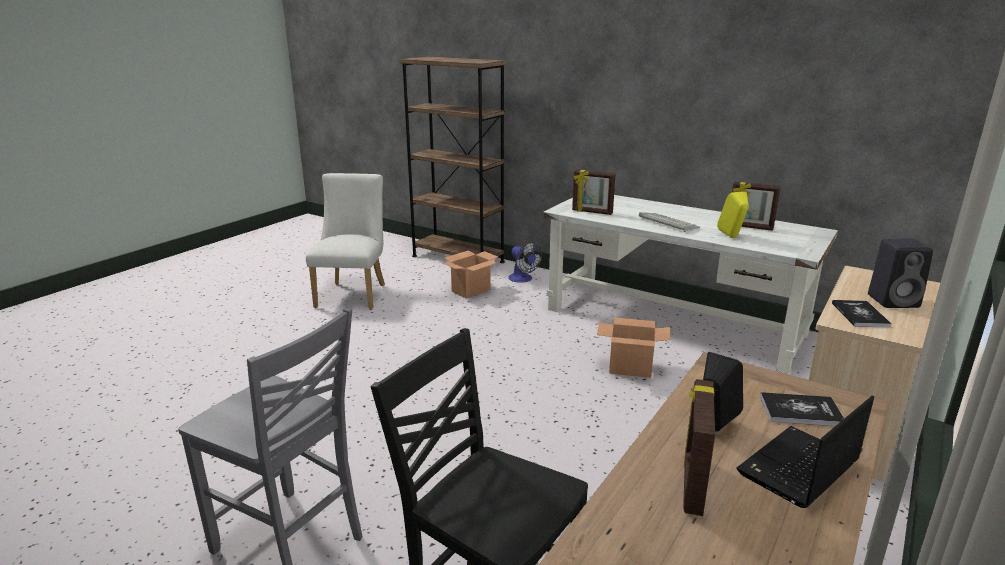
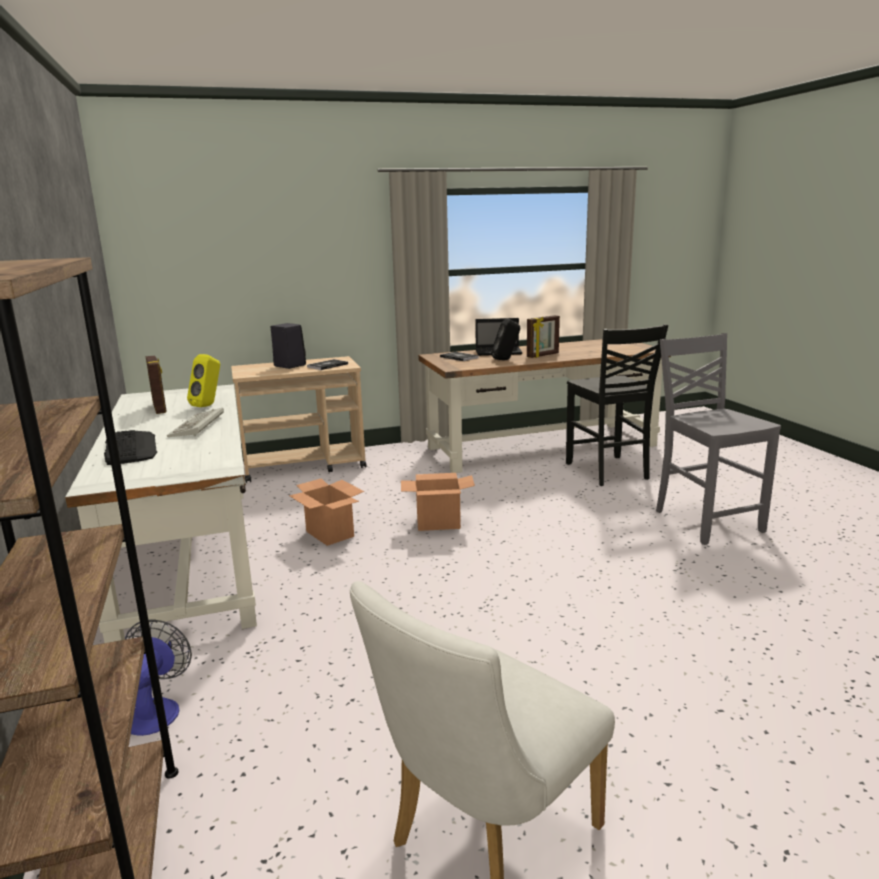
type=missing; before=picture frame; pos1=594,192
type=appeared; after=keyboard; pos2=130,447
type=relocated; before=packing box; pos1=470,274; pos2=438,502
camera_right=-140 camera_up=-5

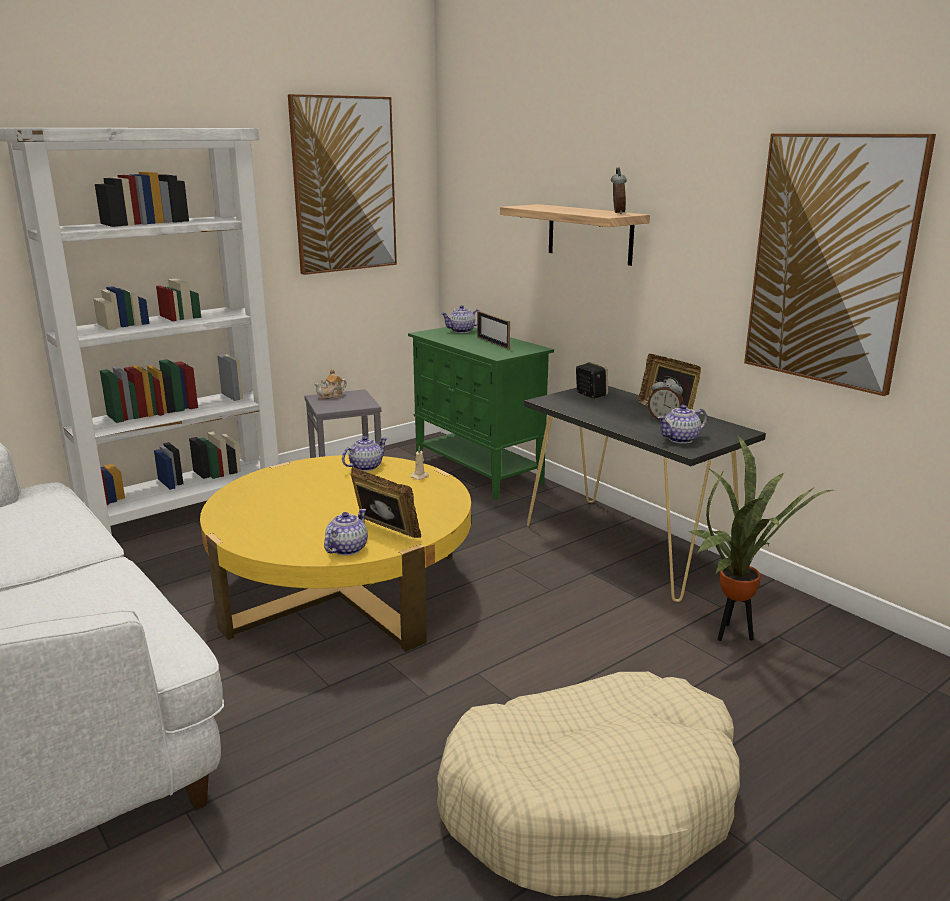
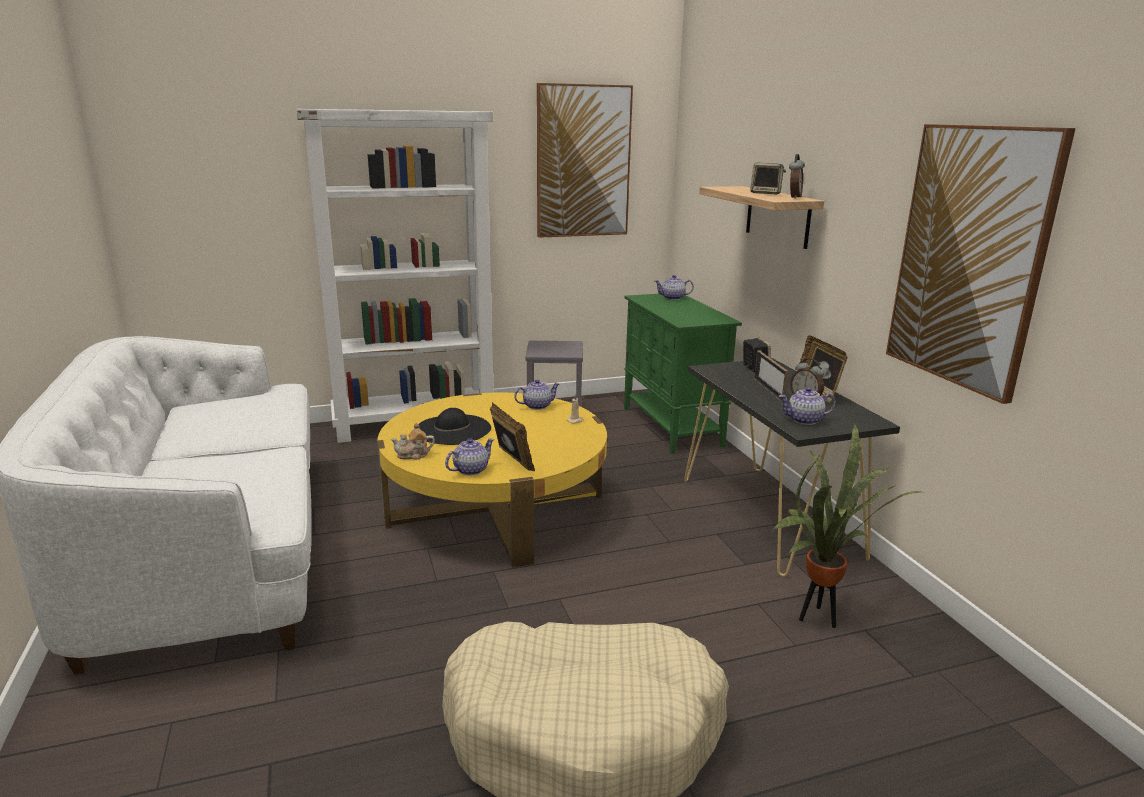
type=appeared; after=wearable hat/black; pos2=455,426
type=appeared; after=audio speaker; pos2=768,178
type=relocated; before=pot for tea; pos1=330,384; pos2=413,441
type=relocated; before=picture frame; pos1=493,330; pos2=771,376
camera_right=20 camera_up=0

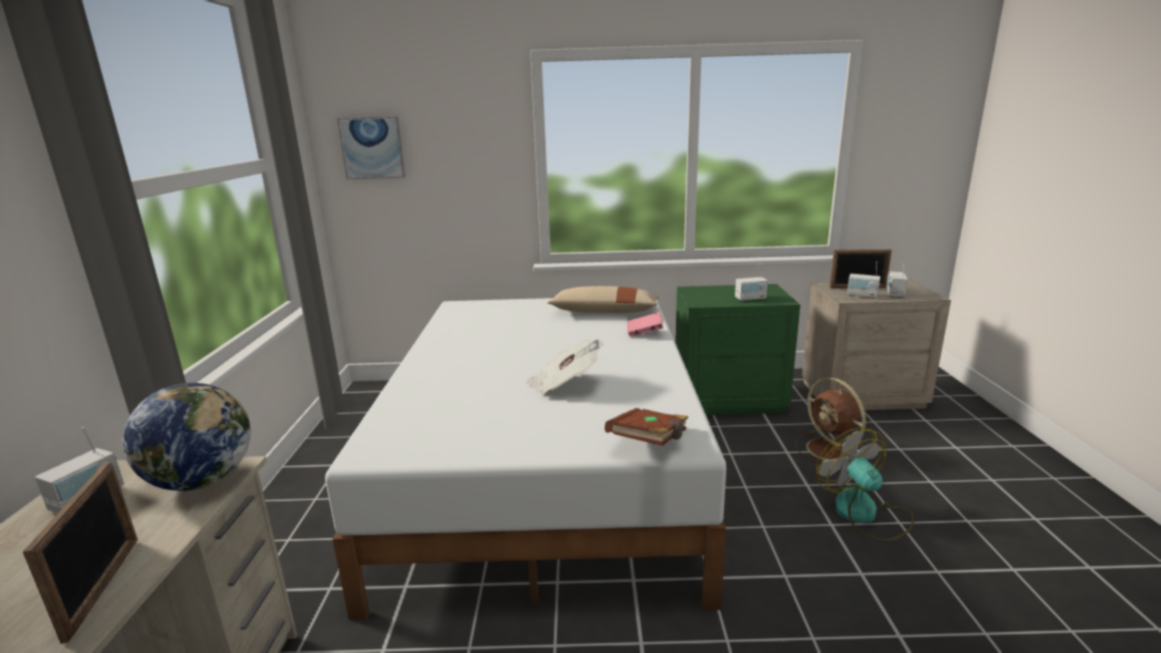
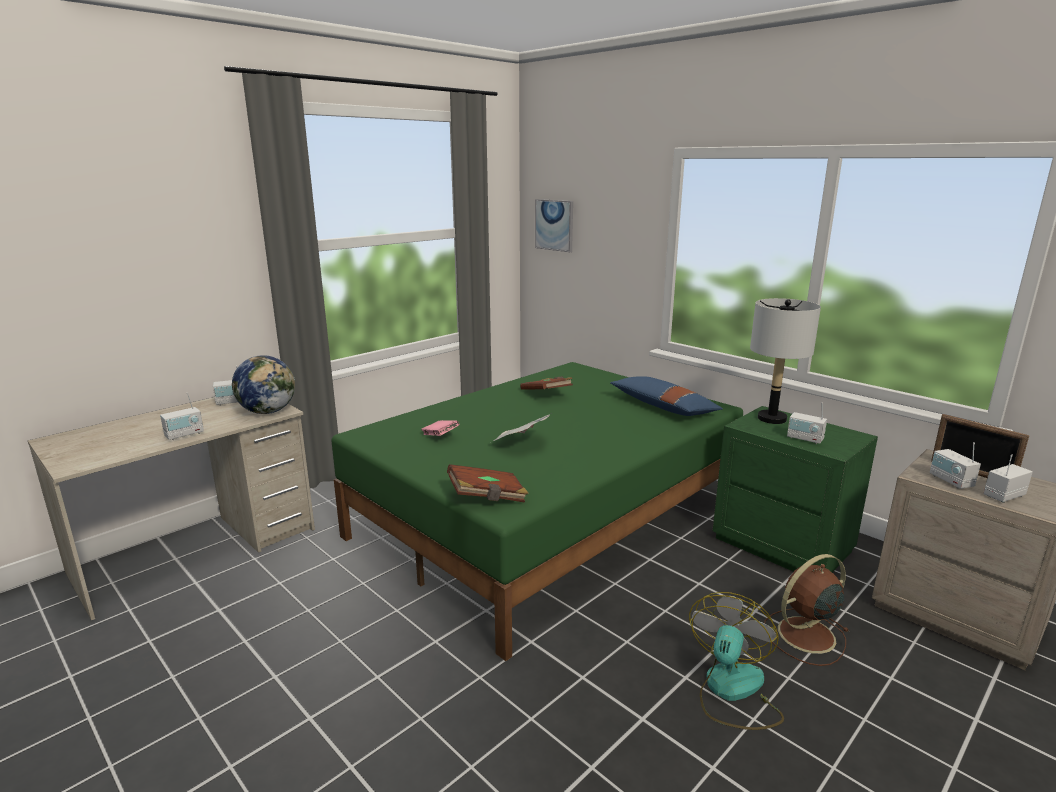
type=appeared; after=volume/brown; pos2=546,383
type=appeared; after=table lamp/grey; pos2=785,361
type=relocated; before=volume/pink; pos1=645,324; pos2=440,428
type=exchanged; before=picture frame; after=radio receiver; pos1=80,553; pos2=182,416
type=colour; before=sleeping bed/whitish; after=sleeping bed/greenish; pos1=525,459; pos2=537,511
type=colour; before=cushion/sand-coloured; after=cushion/bluish; pos1=603,299; pos2=666,396
type=spun; before=cooling fan/brown; pos1=832,423; pos2=806,610; turn=45
camera_right=45 camera_up=0

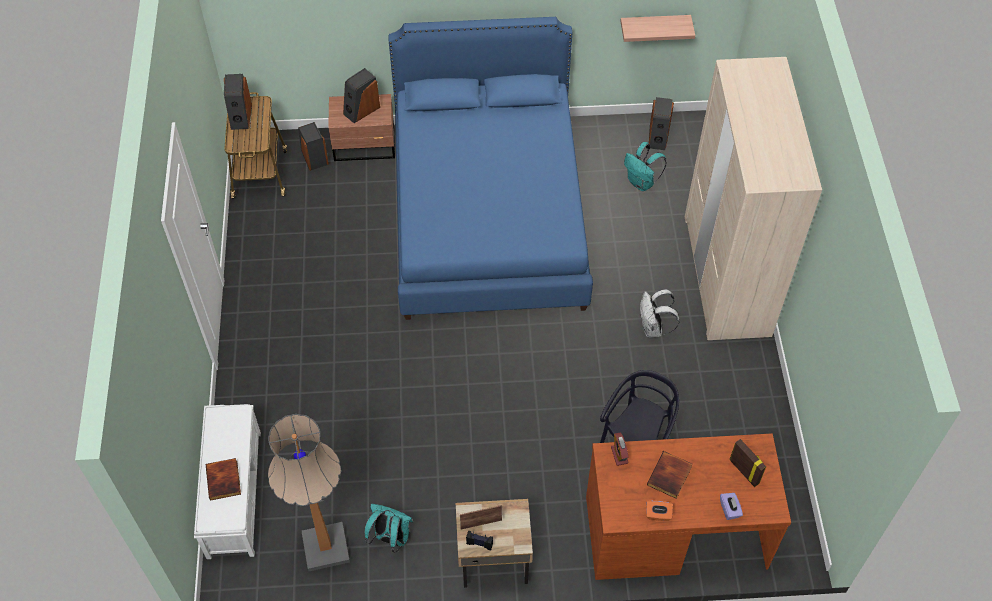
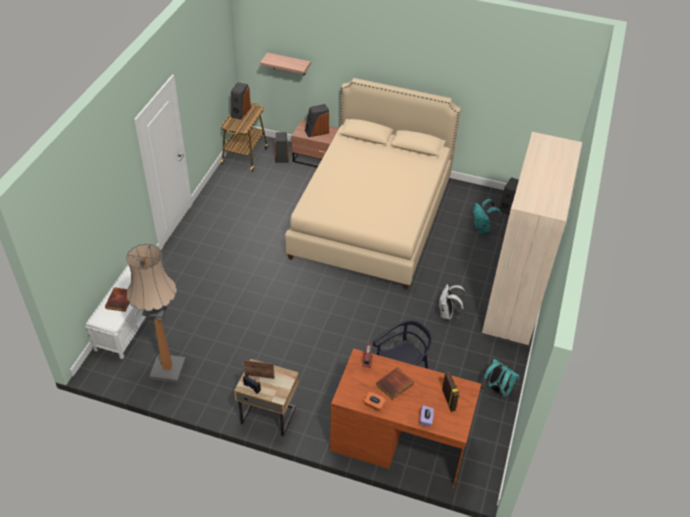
type=relocated; before=knapsack/turquoise-coloured; pos1=388,528; pos2=501,378
type=relocated; before=wall shelf; pos1=657,28; pos2=285,64
type=colour; before=sleeping bed/bluish; after=sleeping bed/sand-coloured; pos1=490,168; pos2=373,184
camera_right=20 camera_up=-10

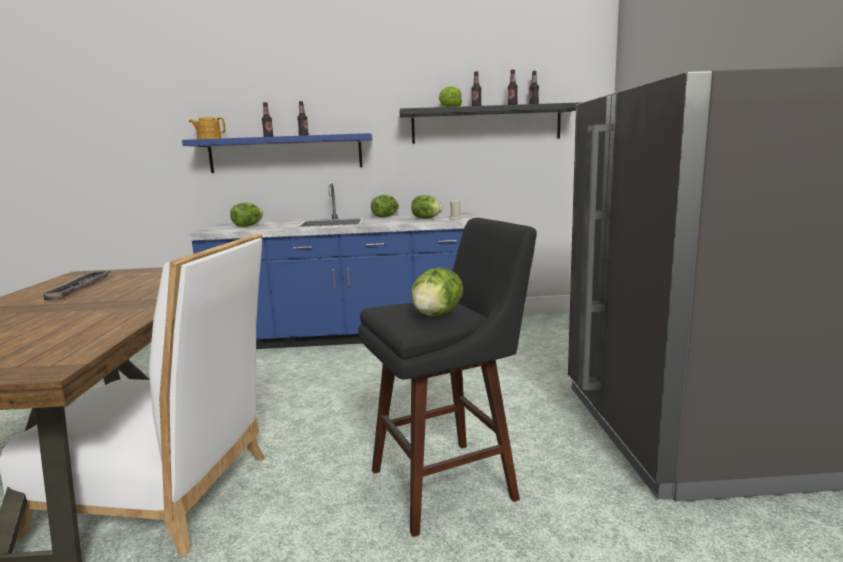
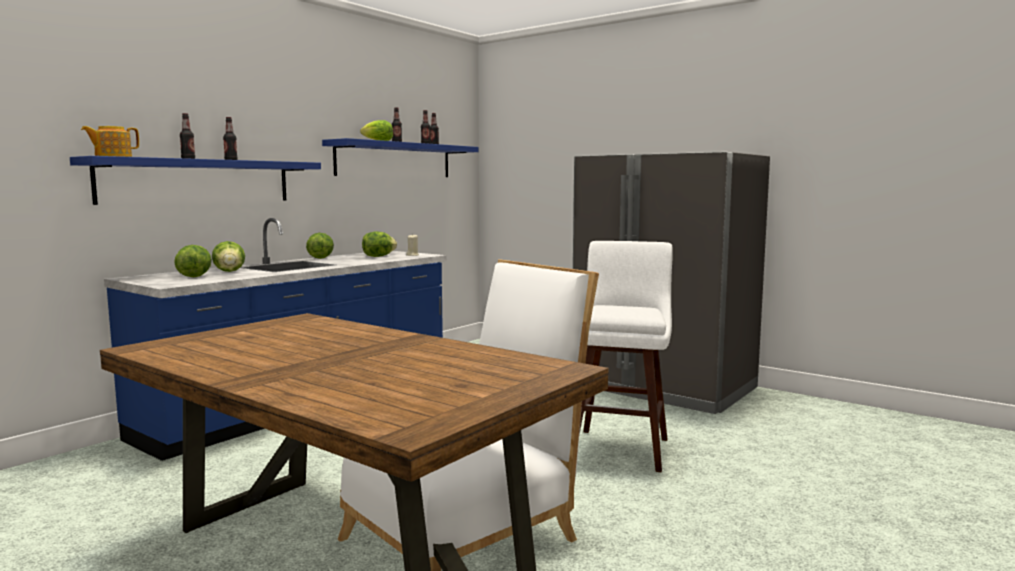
type=missing; before=serving tray; pos1=75,285
type=relocated; before=head of lettuce; pos1=437,292; pos2=228,256
type=colour; before=stool seat/black; after=stool seat/whitish; pos1=447,377; pos2=626,356
type=colour; before=wall shelf/black; after=wall shelf/bluish; pos1=491,123; pos2=400,157
camera_right=-50 camera_up=-5

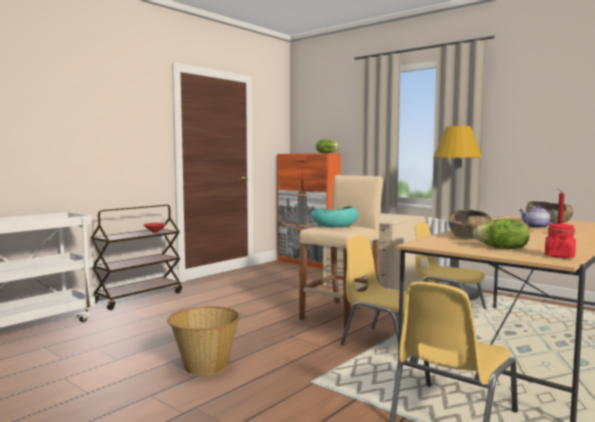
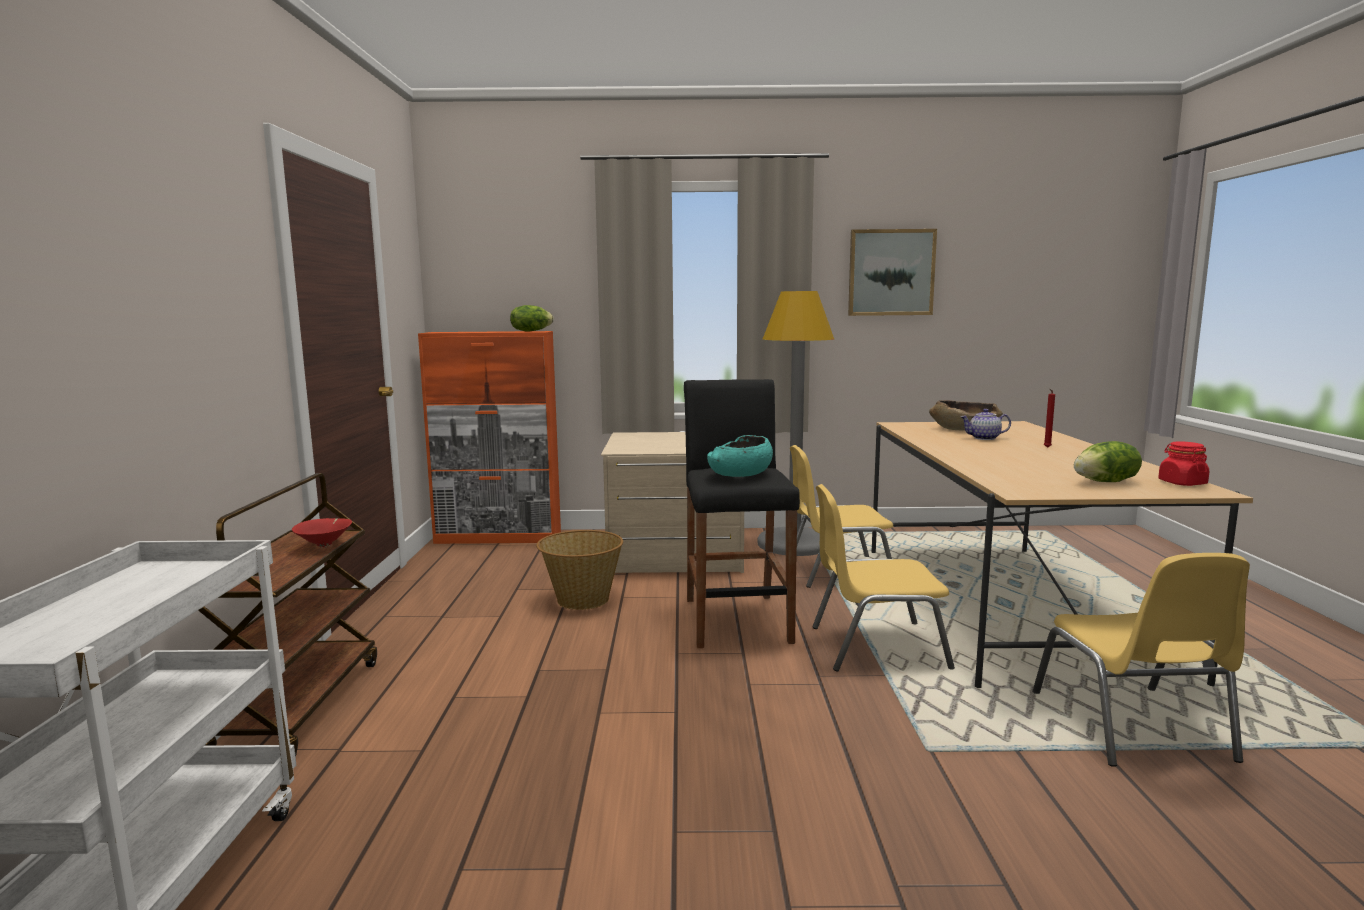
type=missing; before=serving bowl/brown; pos1=470,224
type=appeared; after=wall picture; pos2=892,272
type=relocated; before=basket; pos1=203,340; pos2=579,570
type=colour; before=stool seat/sand-coloured; after=stool seat/black; pos1=341,252; pos2=742,513
camera_right=-40 camera_up=5

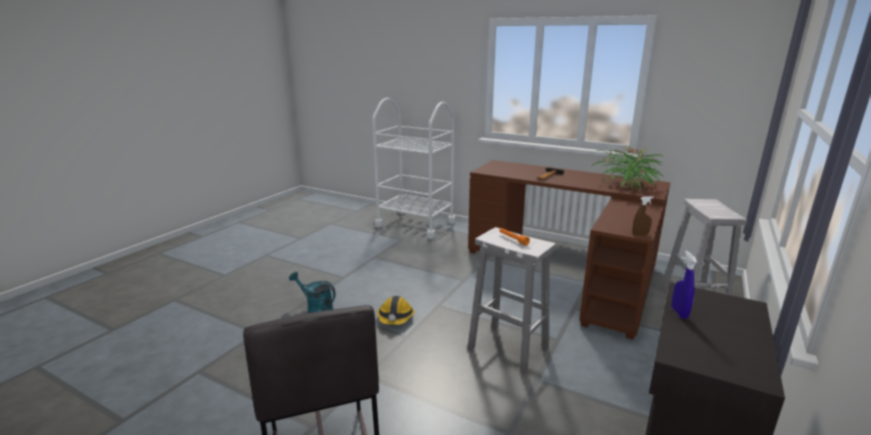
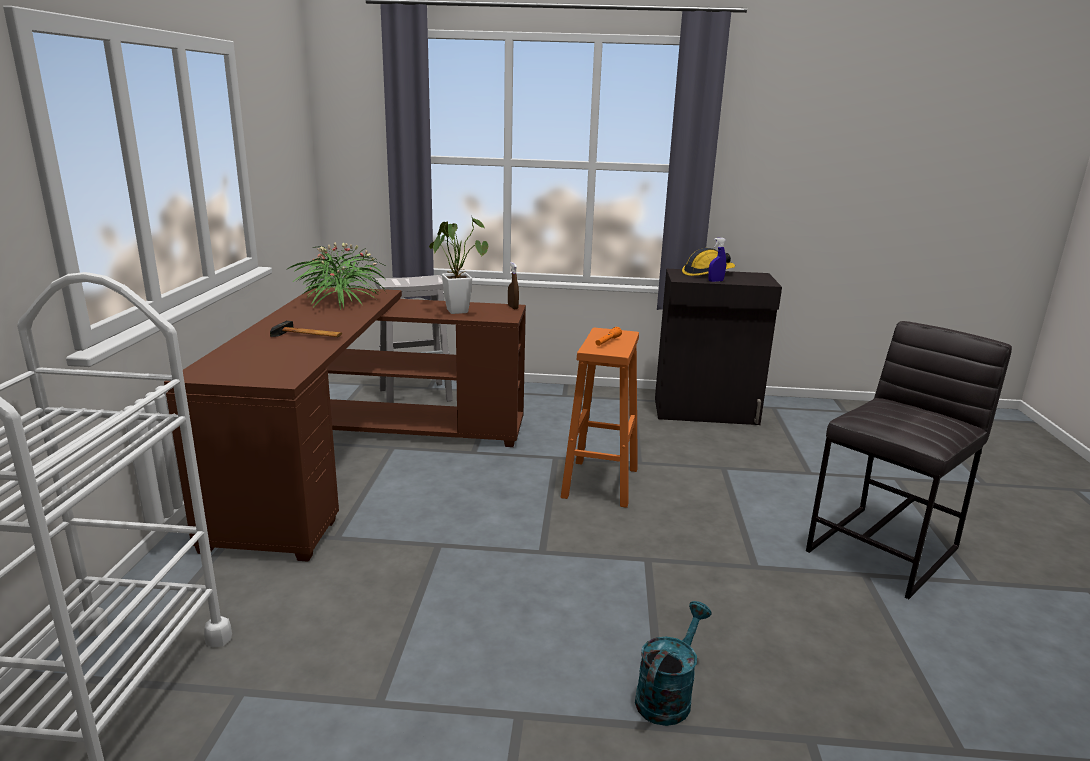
type=appeared; after=potted plant; pos2=458,264
type=relocated; before=hard hat; pos1=396,310; pos2=708,262
type=colour; before=stool seat/whitish; after=stool seat/orange; pos1=511,300; pos2=600,418
type=spun; before=watering pot/turquoise-coloured; pos1=312,292; pos2=673,663; turn=-150
camera_right=-115 camera_up=0

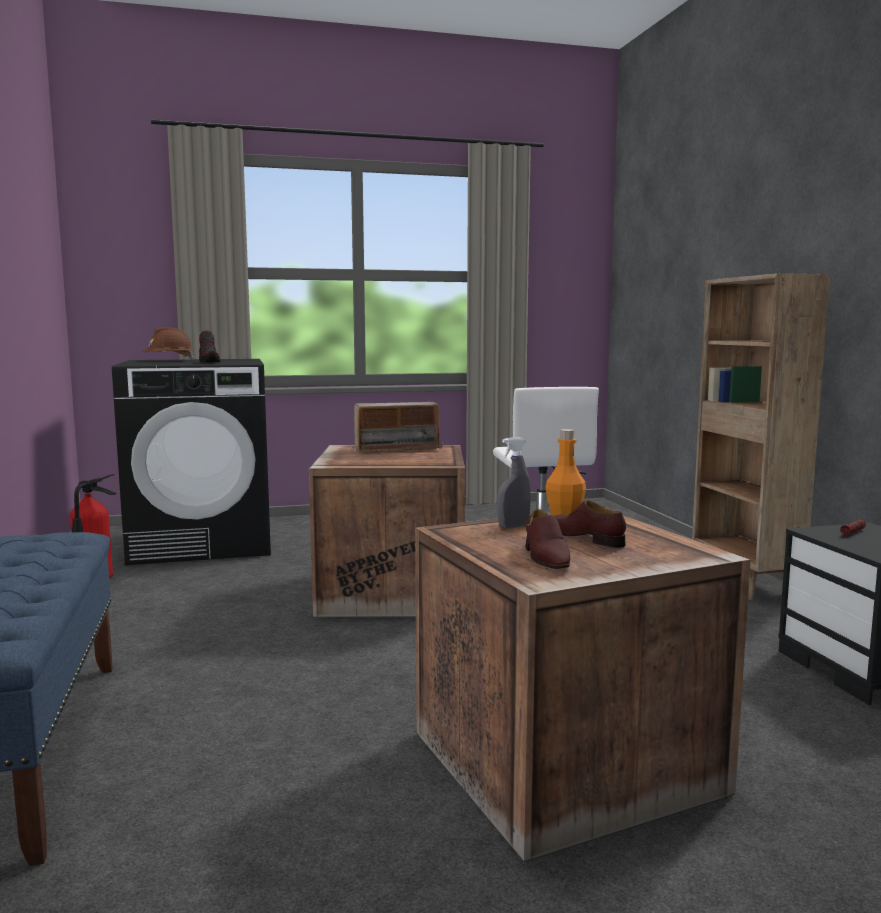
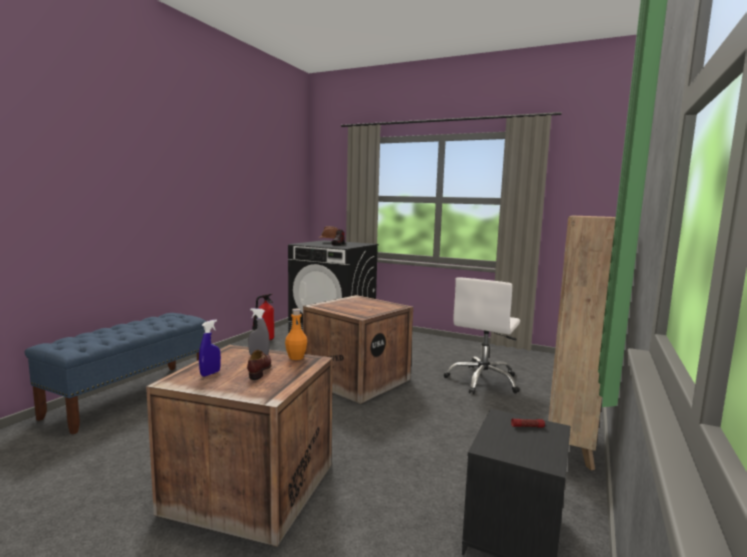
type=missing; before=radio receiver; pos1=398,427
type=exchanged; before=low shoe/brown; after=spray bottle/bluish; pos1=547,539; pos2=210,348
camera_right=40 camera_up=0

